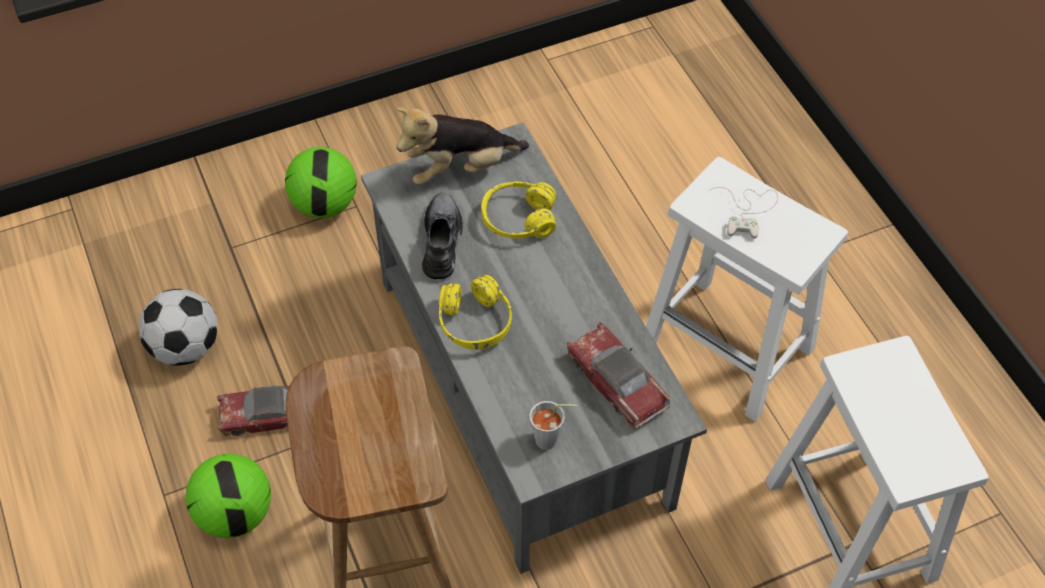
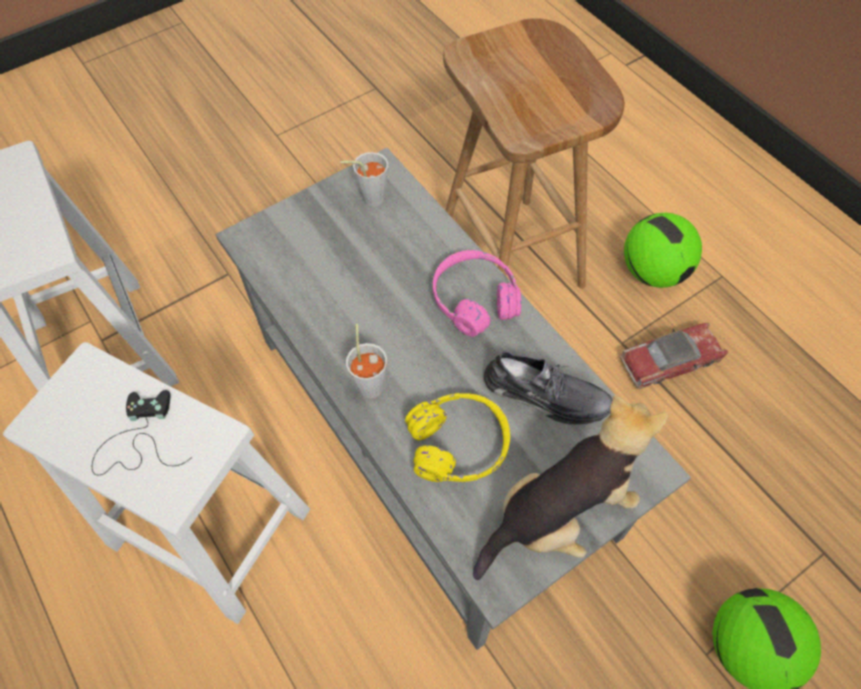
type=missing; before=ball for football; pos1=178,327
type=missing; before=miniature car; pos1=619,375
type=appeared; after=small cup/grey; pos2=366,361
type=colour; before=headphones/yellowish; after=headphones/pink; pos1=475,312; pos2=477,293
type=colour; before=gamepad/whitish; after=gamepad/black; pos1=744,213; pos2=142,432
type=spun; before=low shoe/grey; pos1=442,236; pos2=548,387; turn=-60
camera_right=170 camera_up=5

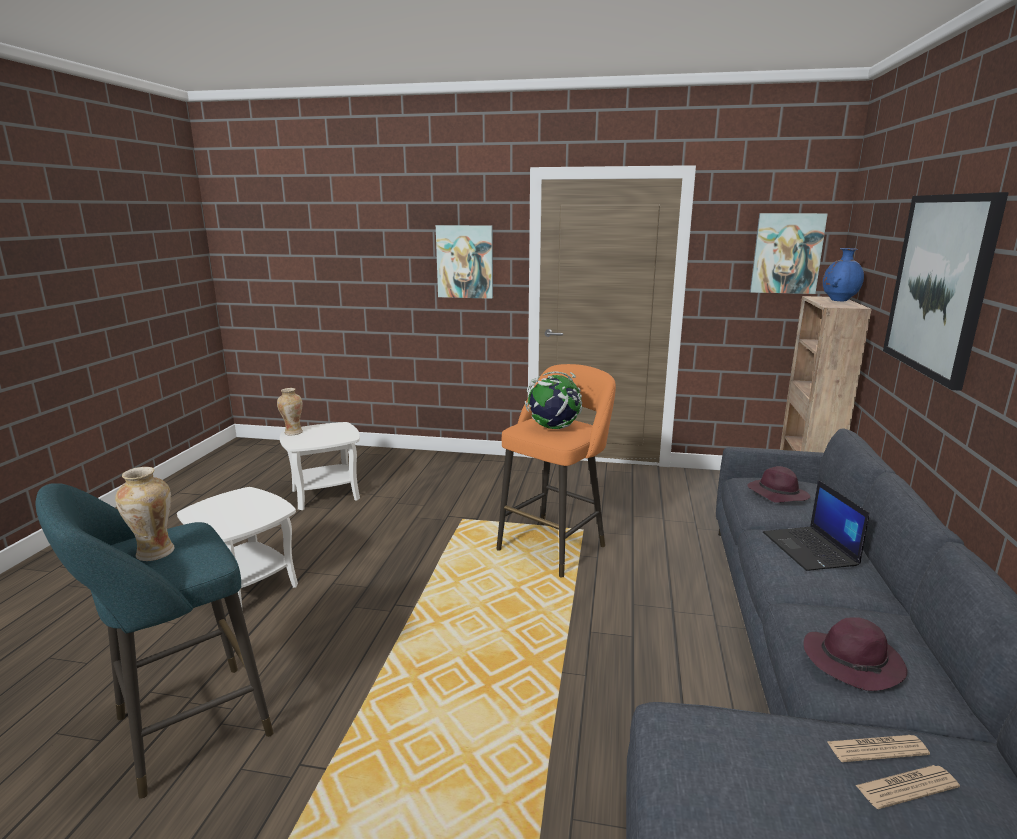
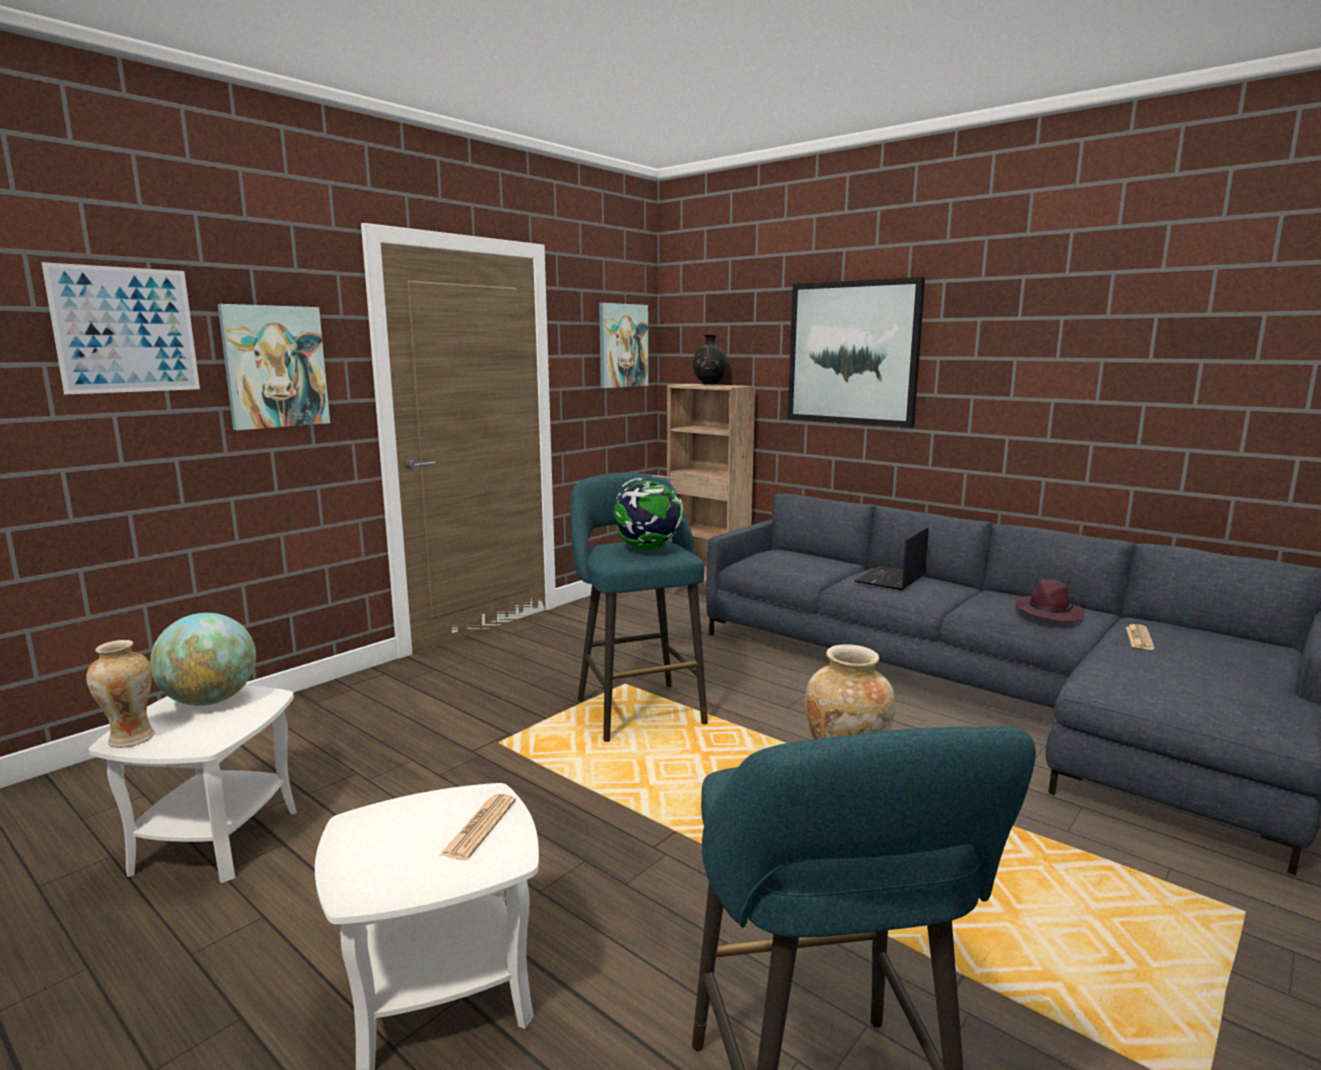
type=missing; before=wearable hat/purple; pos1=779,484
type=appeared; after=wall picture; pos2=120,328
type=appeared; after=desk globe; pos2=203,659
type=relocated; before=printed paper; pos1=907,787; pos2=477,827
type=colour; before=stool seat/orange; after=stool seat/turquoise-coloured; pos1=556,470; pos2=639,607
type=colour; before=vase/bluish; after=vase/black; pos1=843,274; pos2=710,360
type=spun; before=portable computer; pos1=816,525; pos2=891,558; turn=105
camera_right=-60 camera_up=-5

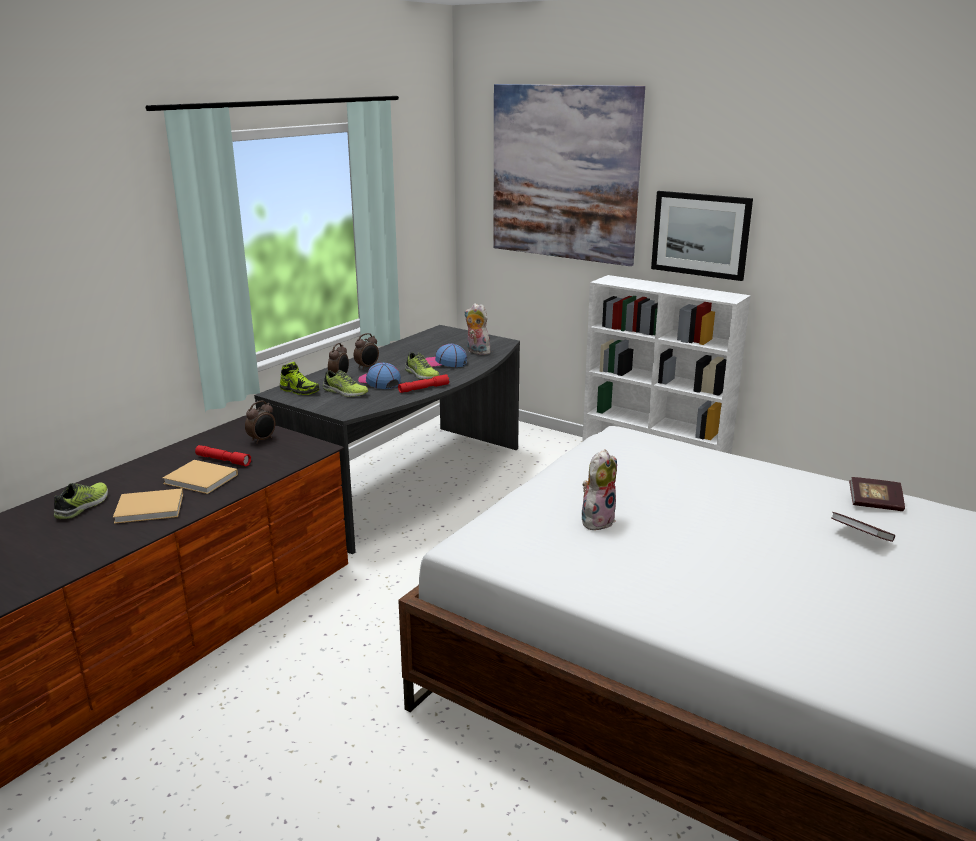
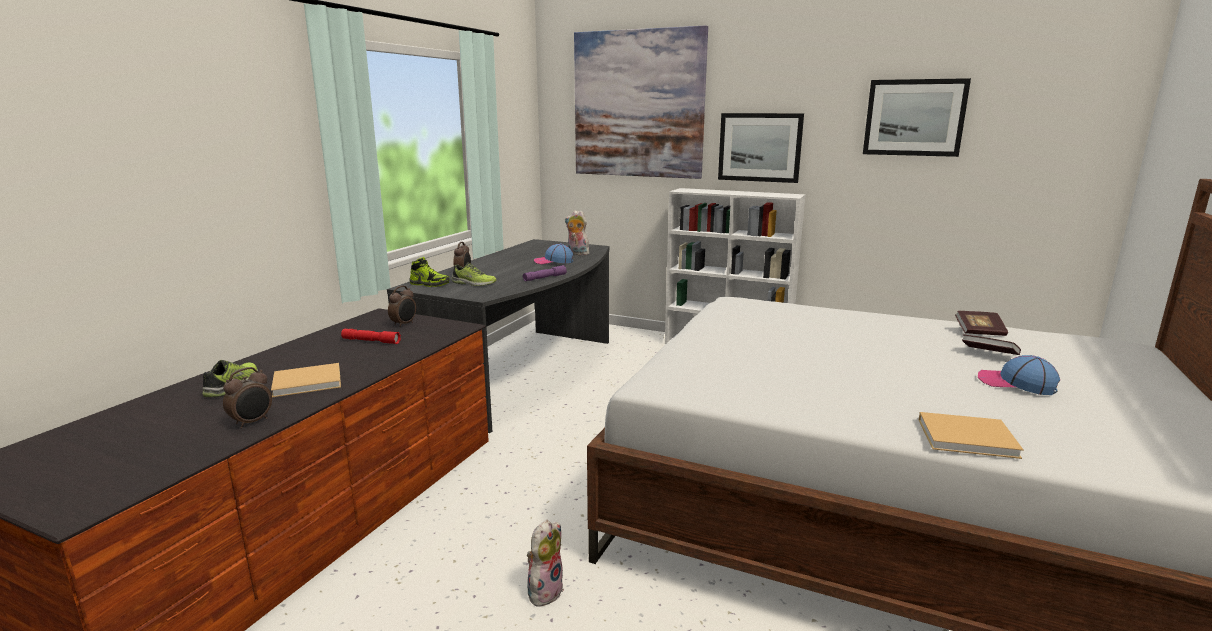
type=missing; before=low shoe; pos1=422,365
type=appeared; after=wall picture; pos2=917,117
type=relocated; before=volume/sand-coloured; pos1=200,477; pos2=971,435
type=relocated; before=alarm clock; pos1=366,351; pos2=247,398
type=relocated; before=cap; pos1=379,376; pos2=1019,375
type=relocated; before=plush toy; pos1=599,489; pos2=545,563
type=colour; before=hand torch/reddish; after=hand torch/purple; pos1=423,383; pos2=545,273
camera_right=-10 camera_up=-5

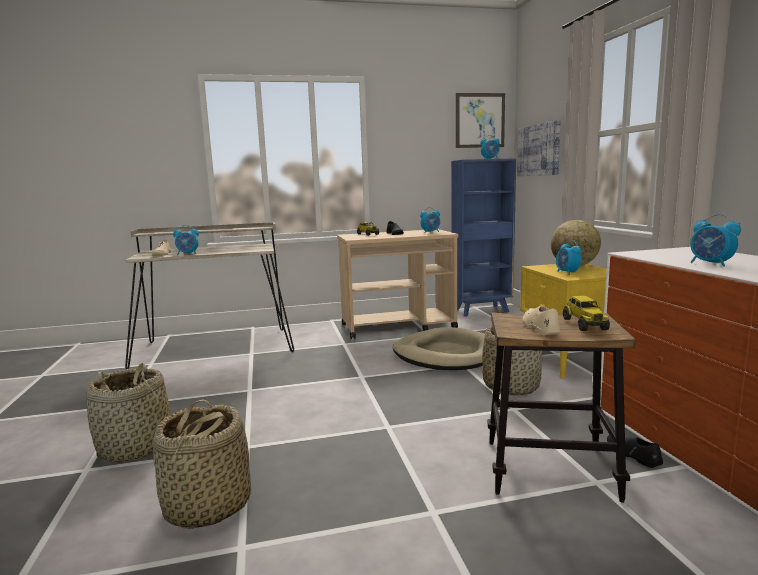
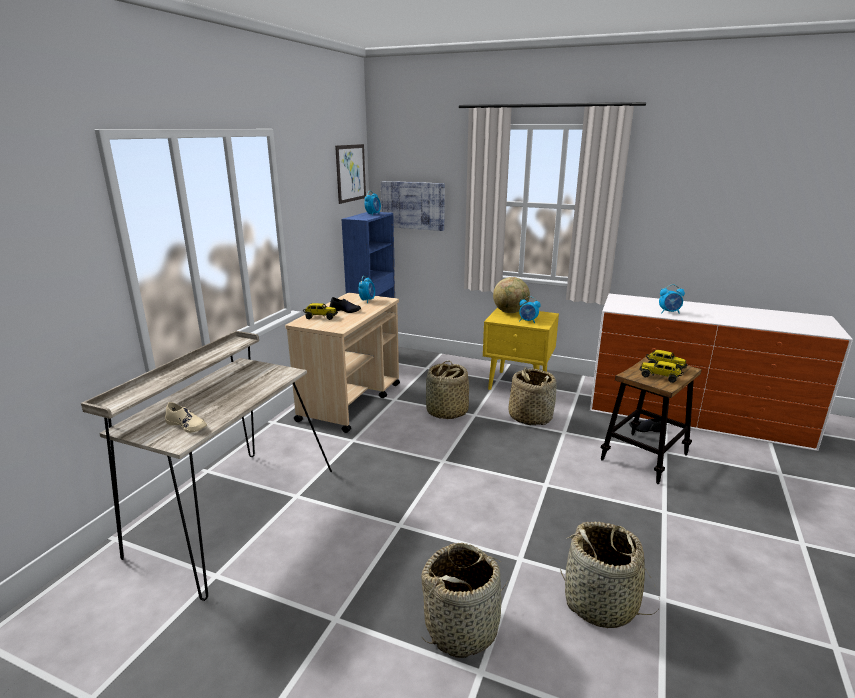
type=missing; before=alarm clock; pos1=186,240
type=exchanged; before=dog cushion/sand-coloured; after=basket; pos1=439,348; pos2=447,389
type=exchanged; before=low shoe/sand-coloured; after=toy truck; pos1=542,320; pos2=661,372
camera_right=-55 camera_up=10

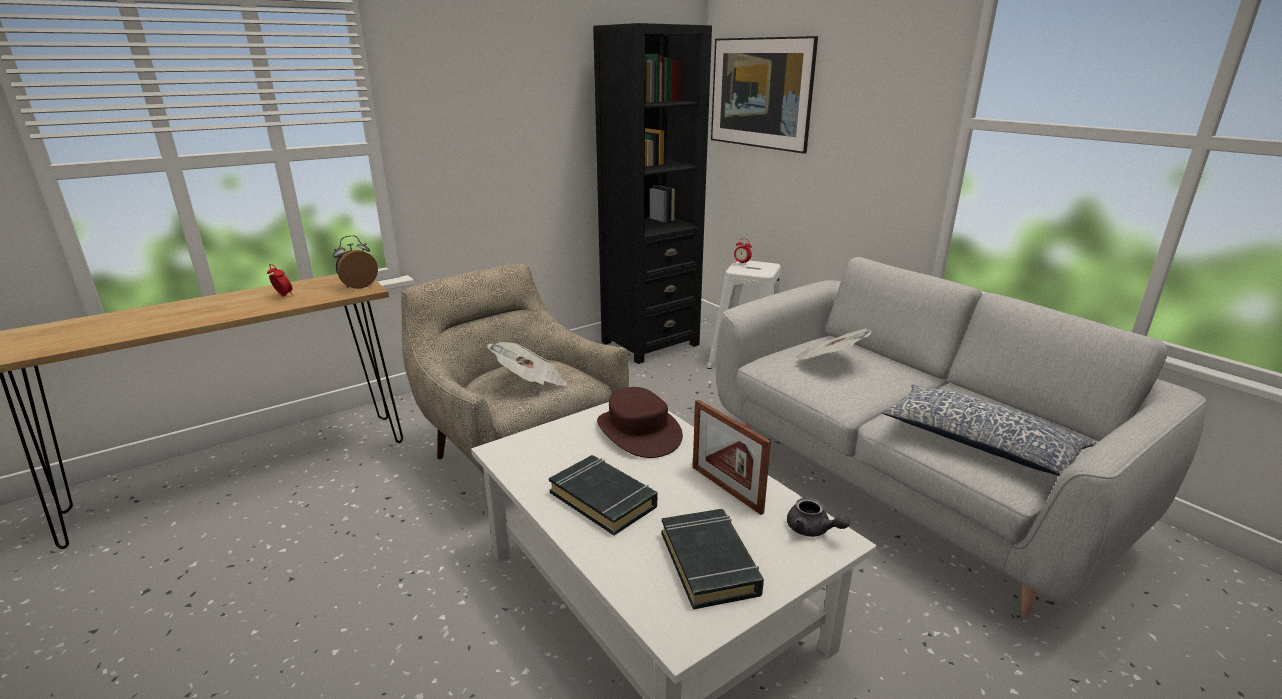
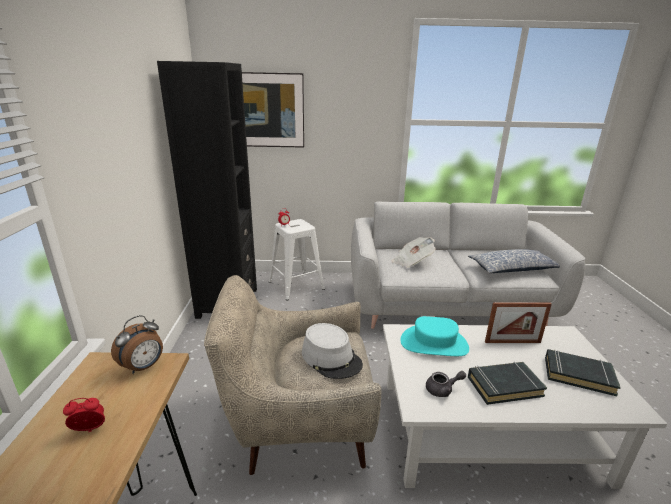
type=relocated; before=pot for tea/grey; pos1=818,517; pos2=446,384
type=exchanged; before=printed paper; after=wearable hat/grey; pos1=527,364; pos2=332,351
type=colour; before=wearable hat/brown; after=wearable hat/turquoise-coloured; pos1=640,422; pos2=434,336
type=spun; before=alarm clock; pos1=355,262; pos2=137,344; turn=-135
camera_right=-55 camera_up=0

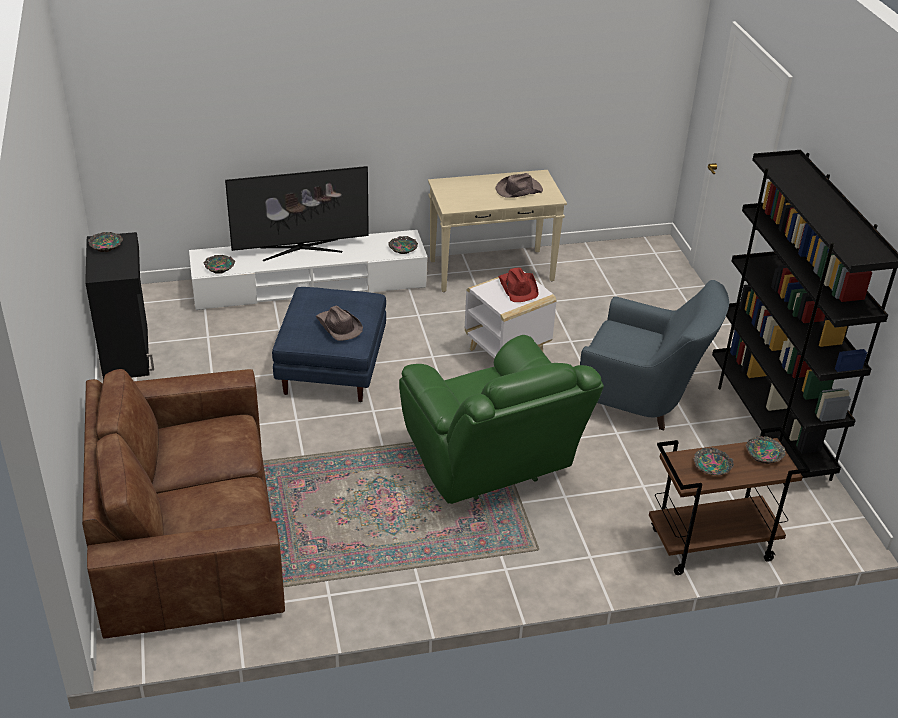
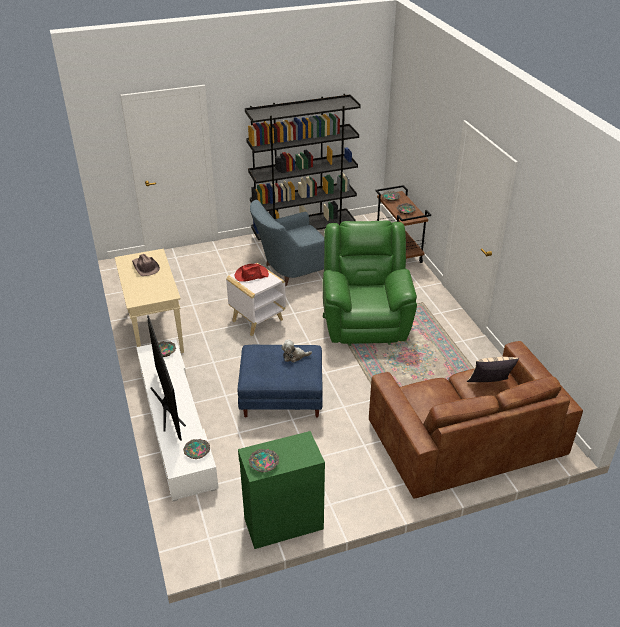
type=appeared; after=cushion/sand-coloured; pos2=493,369
type=exchanged; before=wearable hat/brown; after=plush toy; pos1=339,323; pos2=296,350
type=colour; before=storage cabinet/black; after=storage cabinet/greenish; pos1=119,306; pos2=281,490
type=spun; before=lounge chair/greenish; pos1=501,419; pos2=369,283; turn=-60
type=spun; before=lounge chair/bluish; pos1=654,355; pos2=287,243; turn=-135
camera_right=-95 camera_up=0

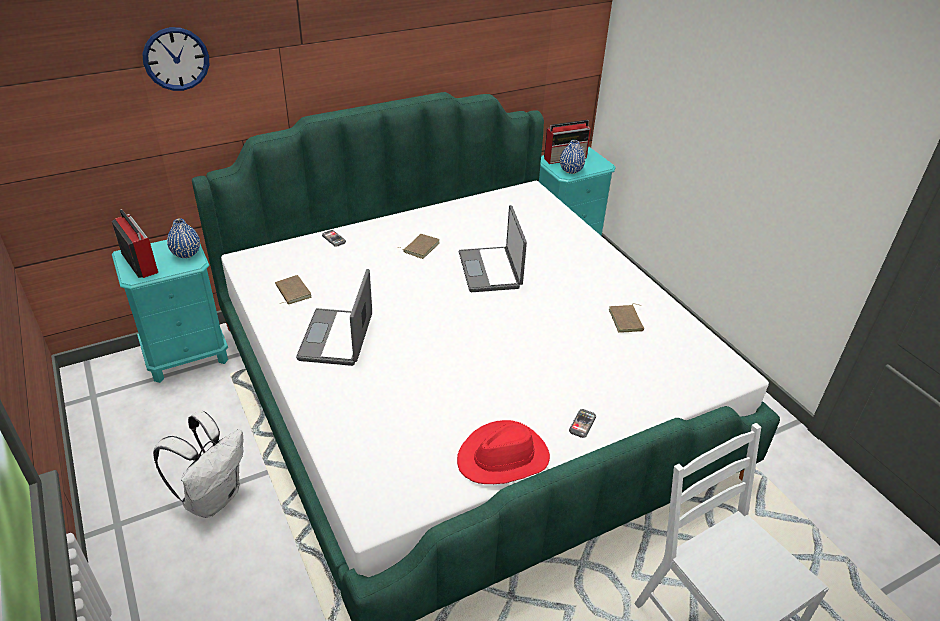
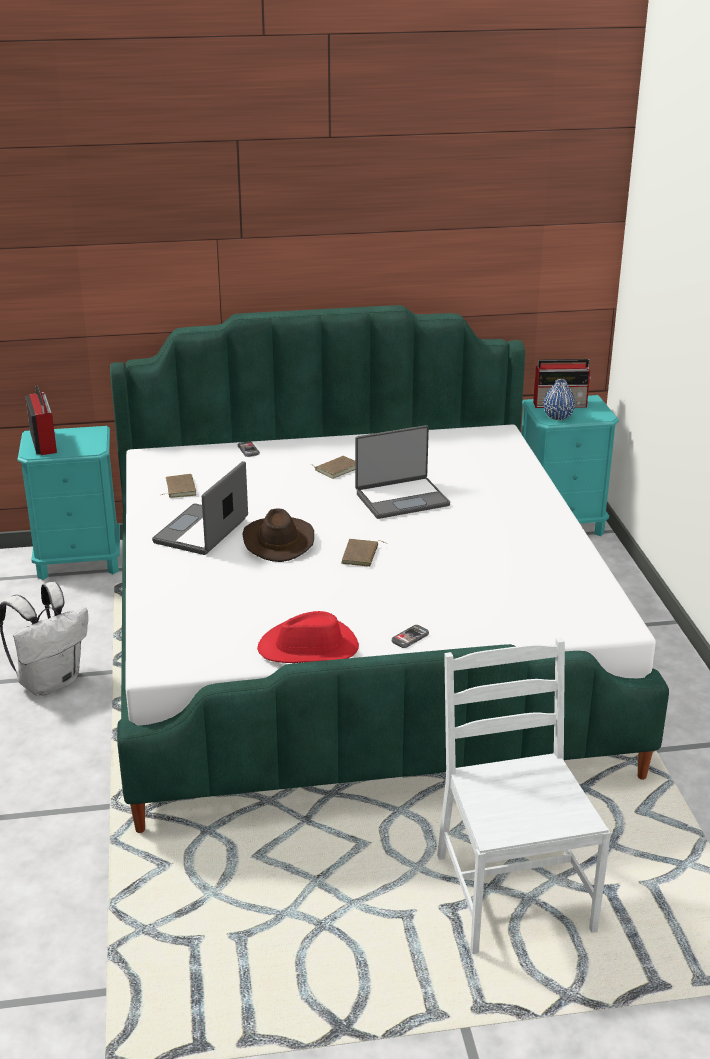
type=missing; before=hanging clock; pos1=176,59
type=missing; before=vase/bluish; pos1=183,238
type=appeared; after=wearable hat/brown; pos2=278,535
type=relocated; before=volume/brown; pos1=626,318; pos2=364,553
type=spun; before=portable computer; pos1=493,248; pos2=402,472; turn=-120
camera_right=20 camera_up=-10

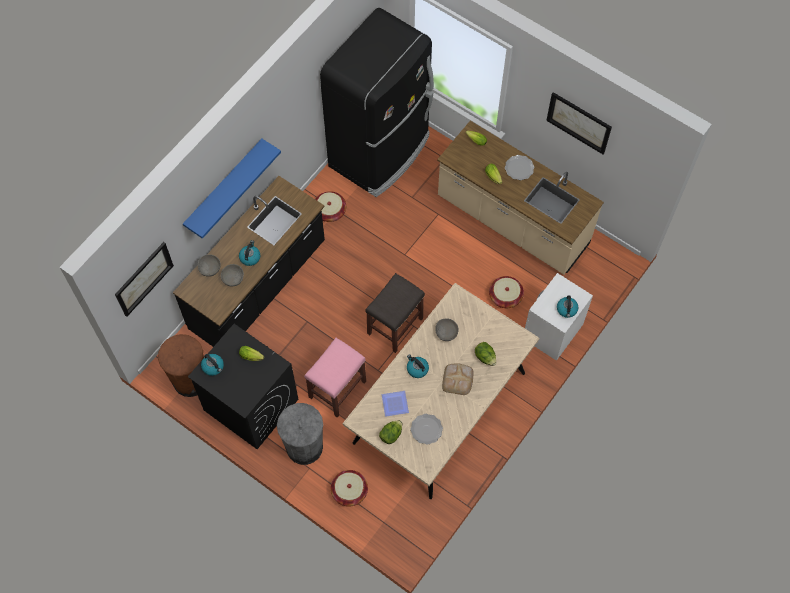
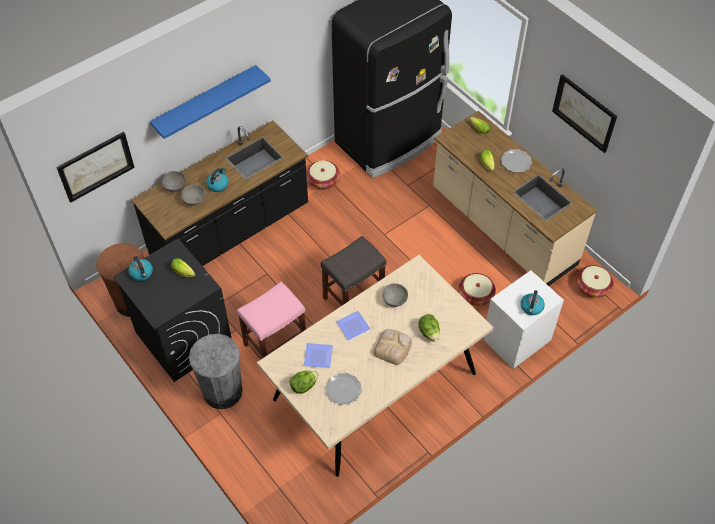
type=relocated; before=basket; pos1=349,488; pos2=595,281
type=exchanged; before=tea kettle; after=plate; pos1=418,366; pos2=353,326
camera_right=15 camera_up=-10

